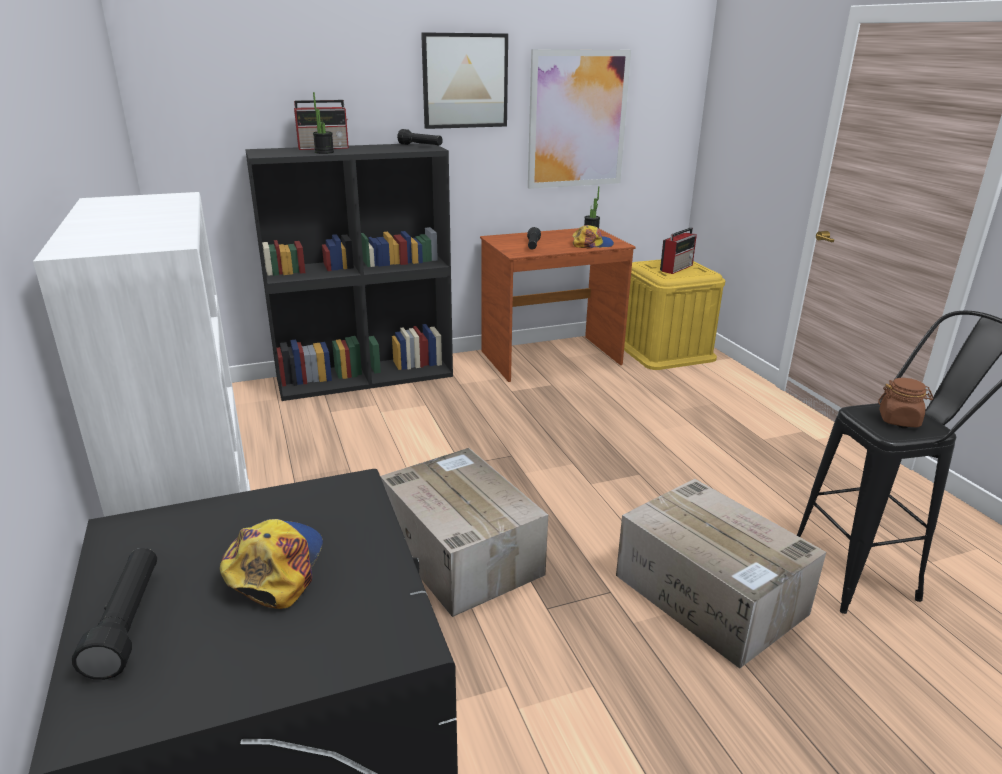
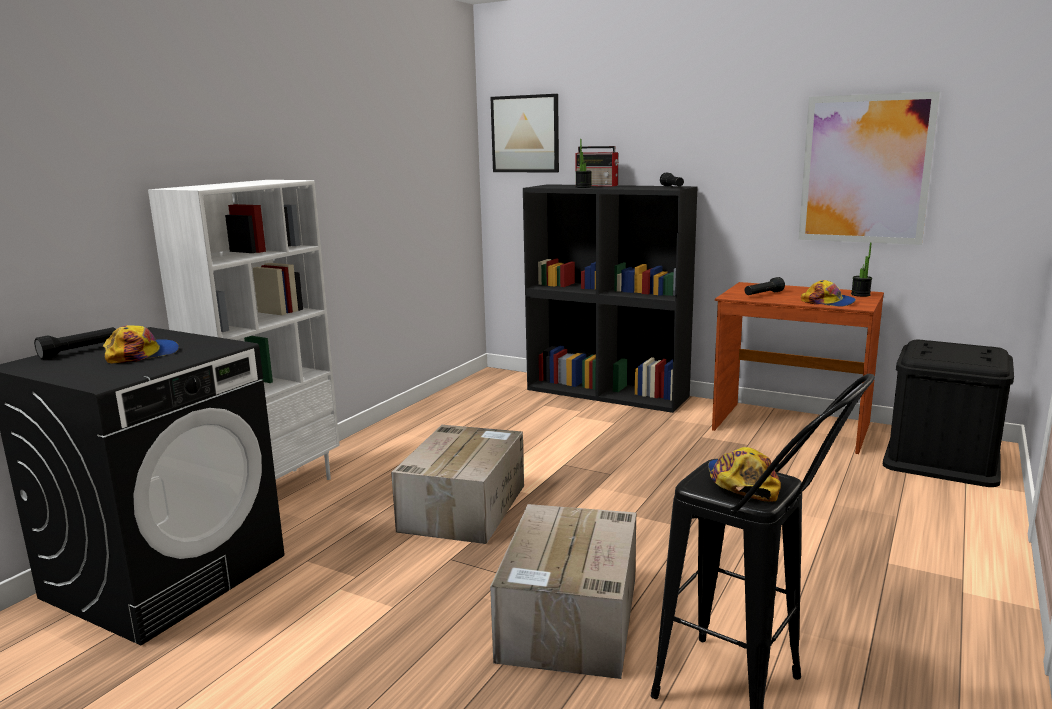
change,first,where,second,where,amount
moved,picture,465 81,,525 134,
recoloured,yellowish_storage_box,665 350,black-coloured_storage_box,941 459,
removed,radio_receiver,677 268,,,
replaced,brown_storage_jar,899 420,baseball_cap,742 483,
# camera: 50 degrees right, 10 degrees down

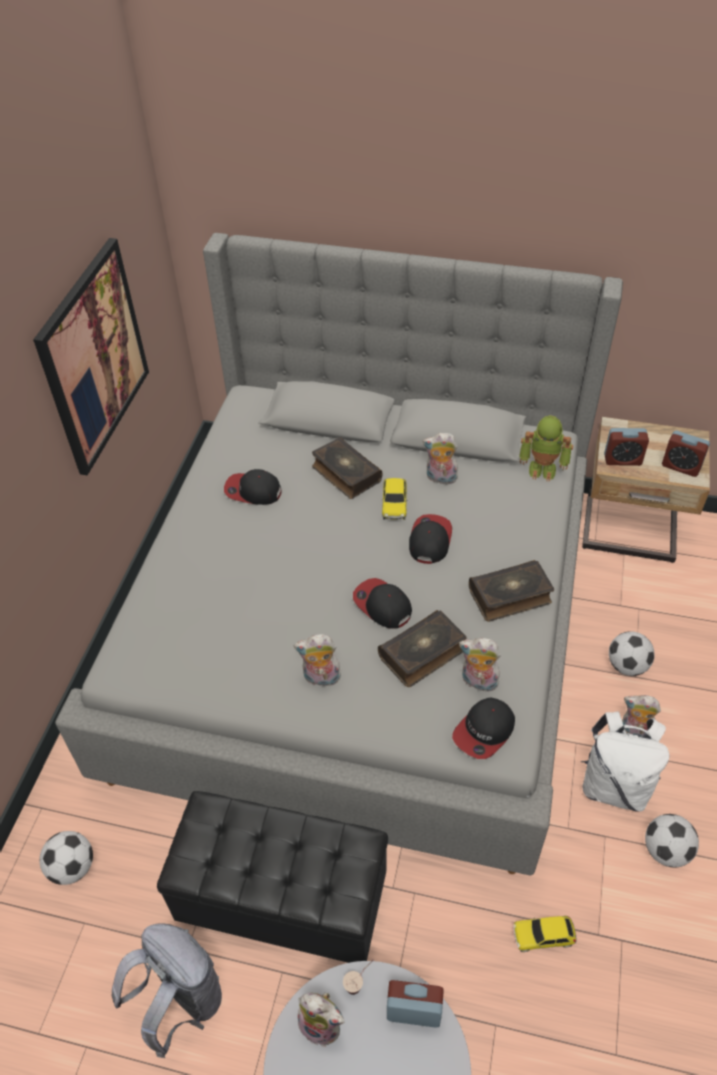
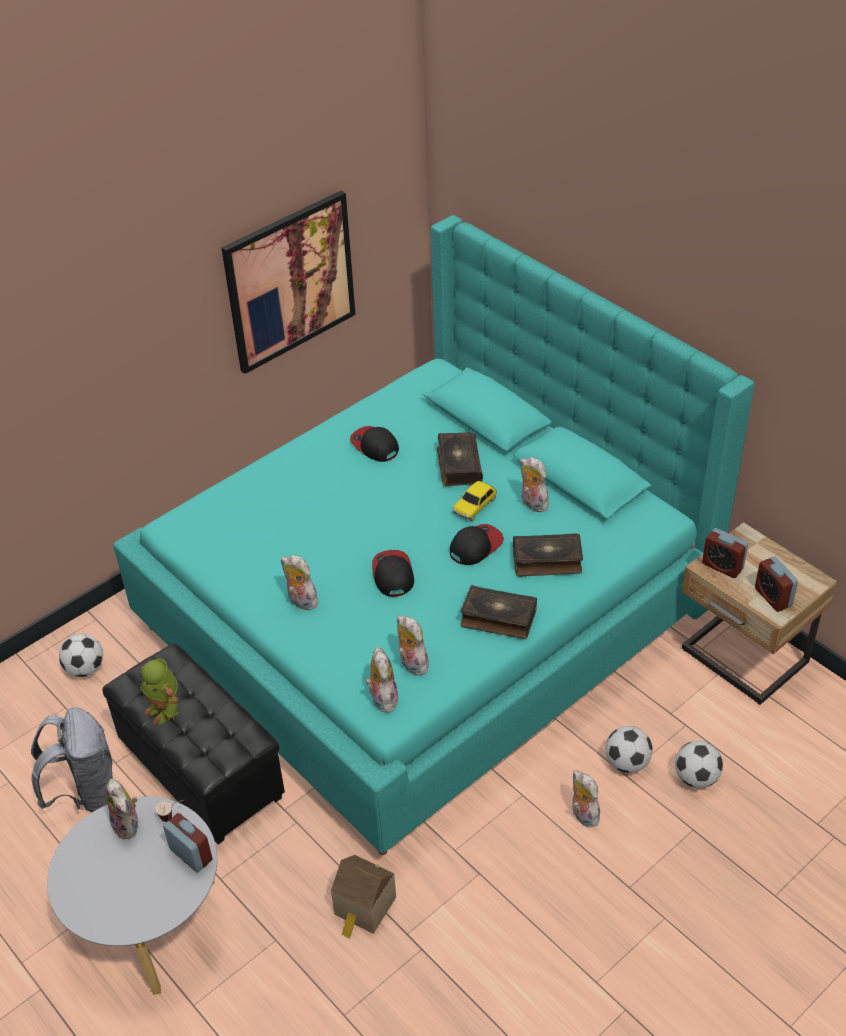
change,first,where,second,where,amount
recoloured,gray_bedroom_bed,362 626,blue-green_bedroom_bed,428 615,
moved,bound_book,423 654,,547 561,
replaced,baseball_cap,484 731,soft_toy,382 698,
replaced,miniature_car,543 936,model_house,364 908,
moved,model_robot,543 468,,165 709,
removed,white_knapsack,614 785,,,
moved,football_ball,665 850,,696 778,
# camera: 35 degrees right, 5 degrees down

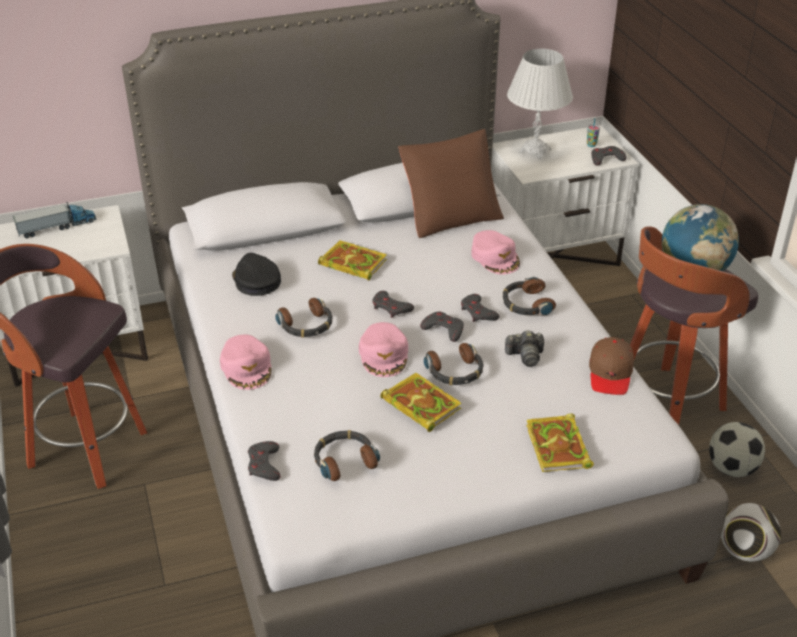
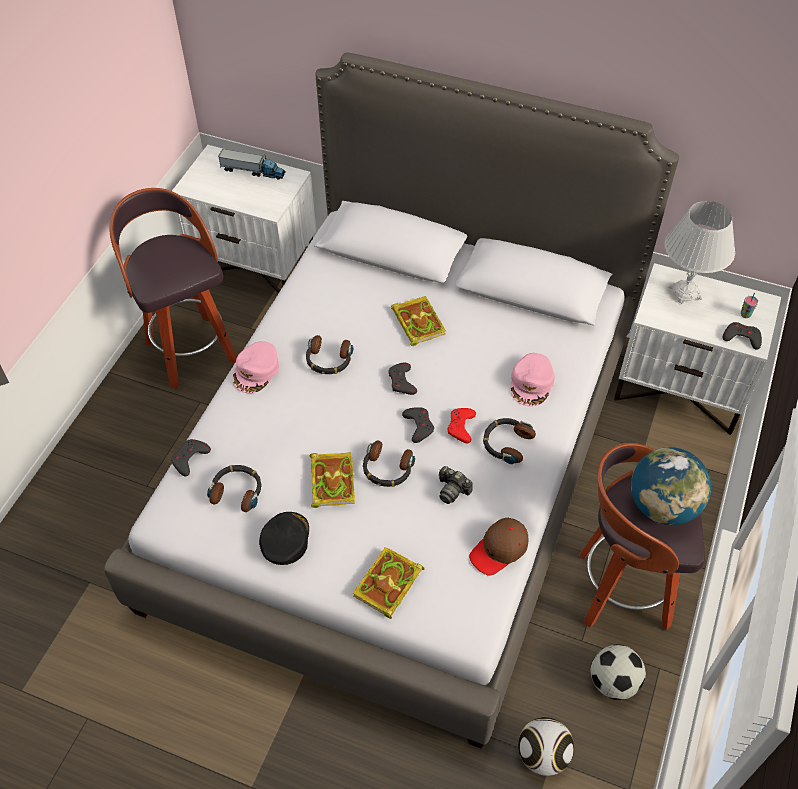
change,first,where,second,where,amount
moved,black-coloured_baseball_cap,256 280,,284 539,
removed,pinkish_baseball_cap,384 355,,,
removed,brown_pillow,451 215,,,
recoloured,gray_gamepad,478 312,red_gamepad,461 427,
# camera: 40 degrees right, 15 degrees up

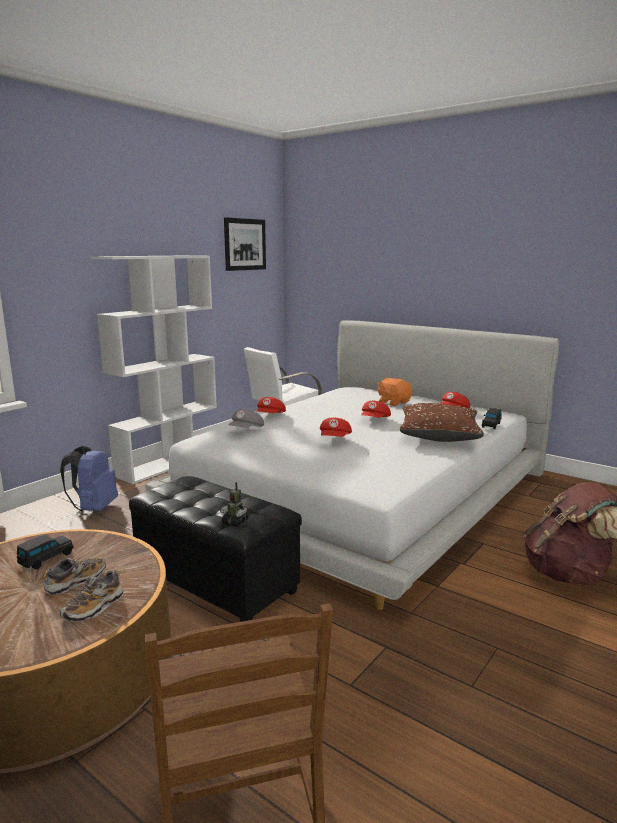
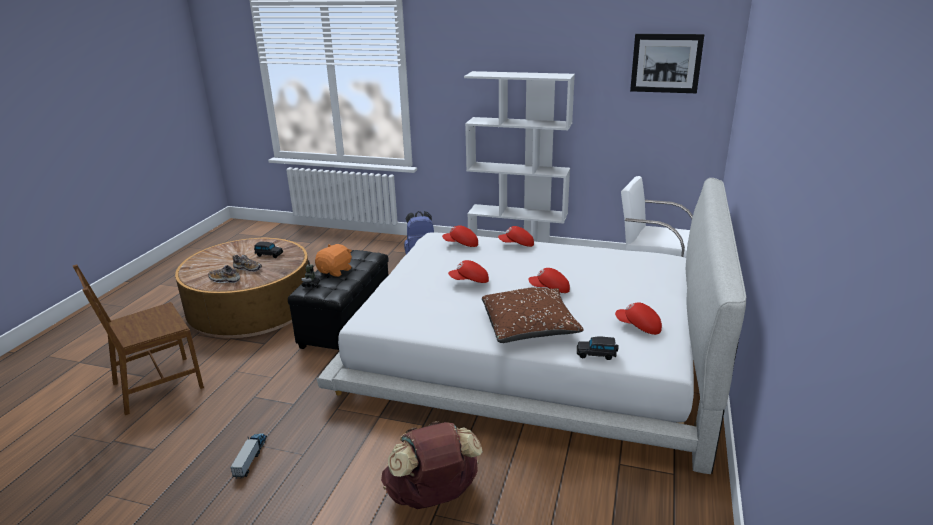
change,first,where,second,where,amount
recoloured,gray_baseball_cap,246 430,red_baseball_cap,461 244,
moved,orange-coloured_soft_toy,394 402,,335 271,
added,,,model_truck,251 458,
# camera: 70 degrees right, 10 degrees up

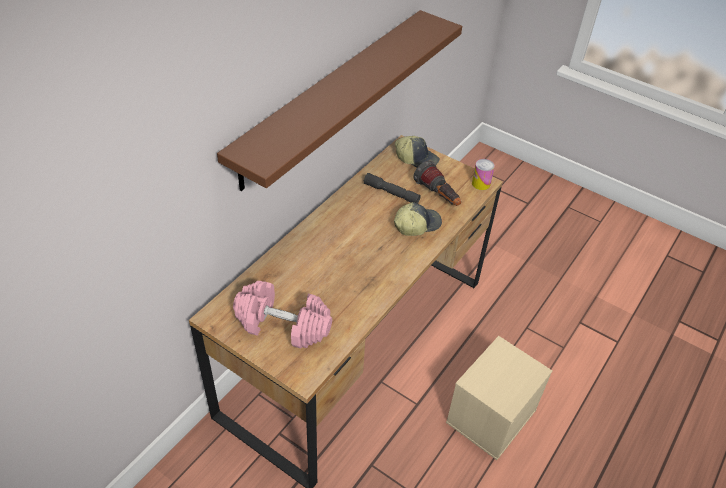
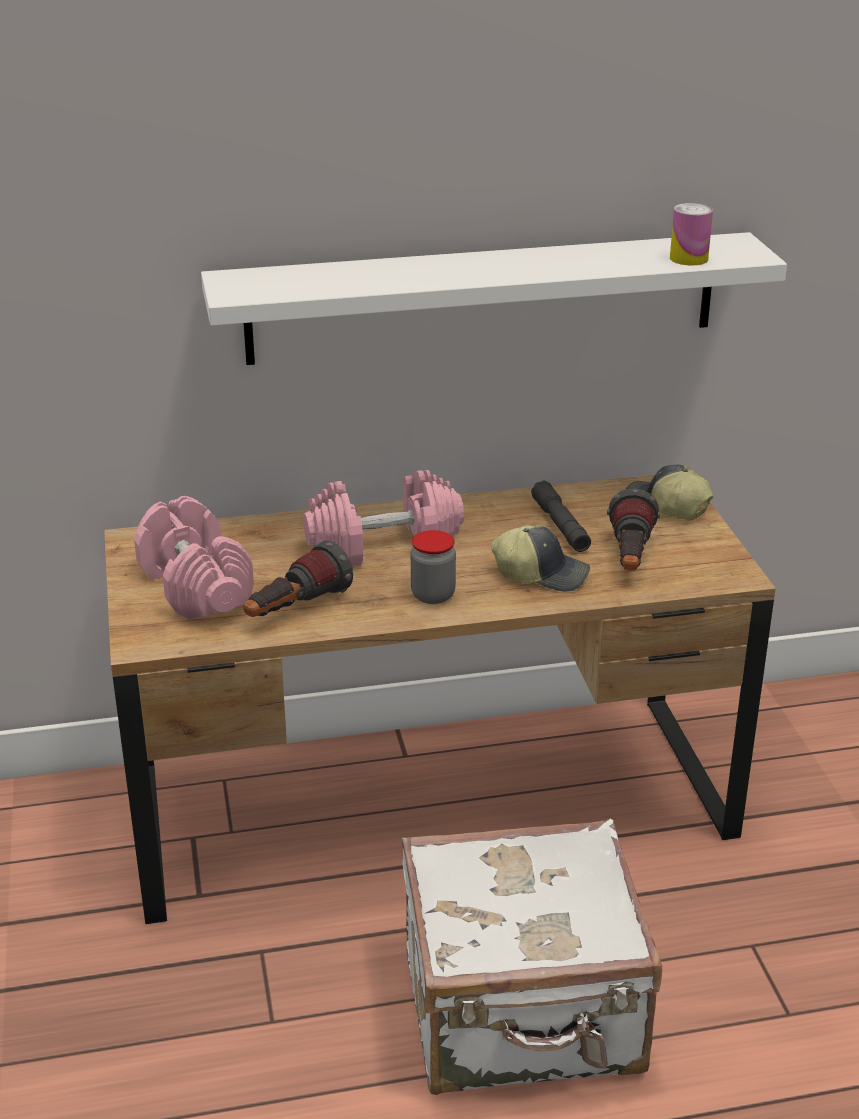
change,first,where,second,where,amount
recoloured,brown_bracket_shelf,331 96,white_bracket_shelf,483 298,
turned,baseball_cap,417 159,,666 506,150 degrees clockwise
replaced,sand-coloured_storage_box,491 415,white_suitcase,523 1015,
moved,metal_can,481 184,,688 258,
added,,,hand_torch,295 610,
added,,,pinkish_dumbbell,384 544,
added,,,storage_jar,433 595,
# camera: 45 degrees right, 15 degrees down

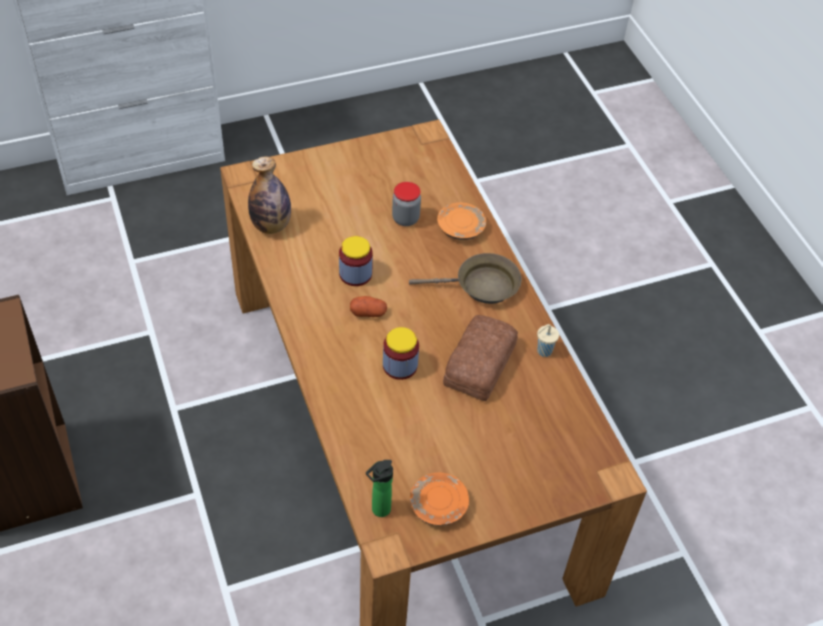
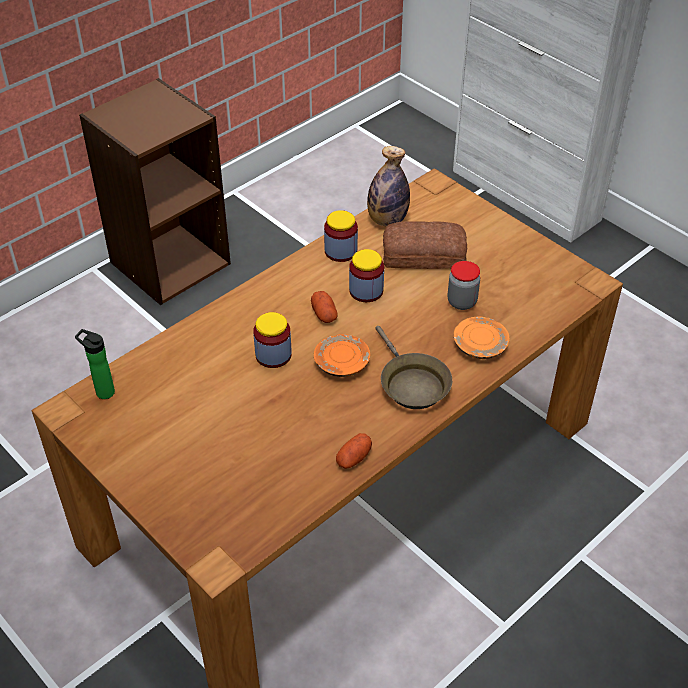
change,first,where,second,where,amount
moved,orange-coloured_plate,438 505,,341 363,
moved,bakery_bread,478 364,,423 253,
replaced,sand-coloured_drinking_cup,543 351,spud,354 458,
added,,,storage_jar,340 251,
# camera: 70 degrees right, 5 degrees down

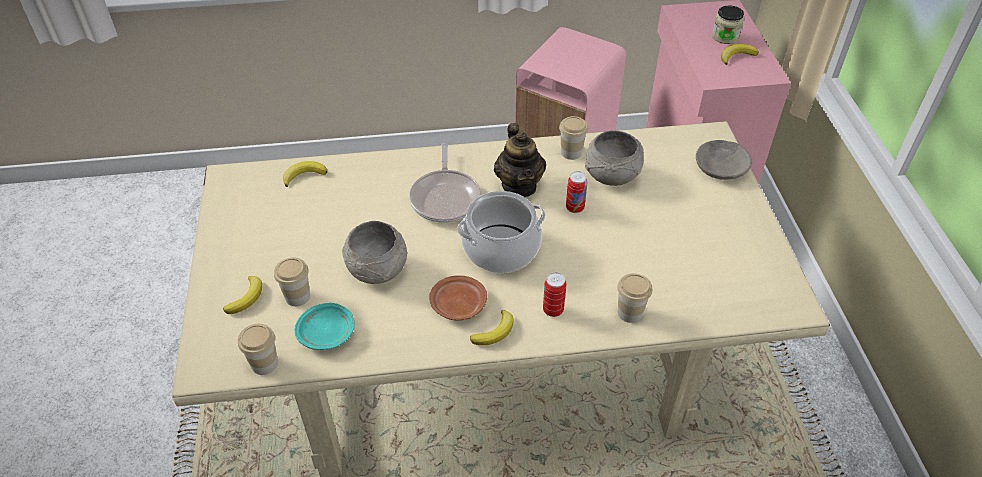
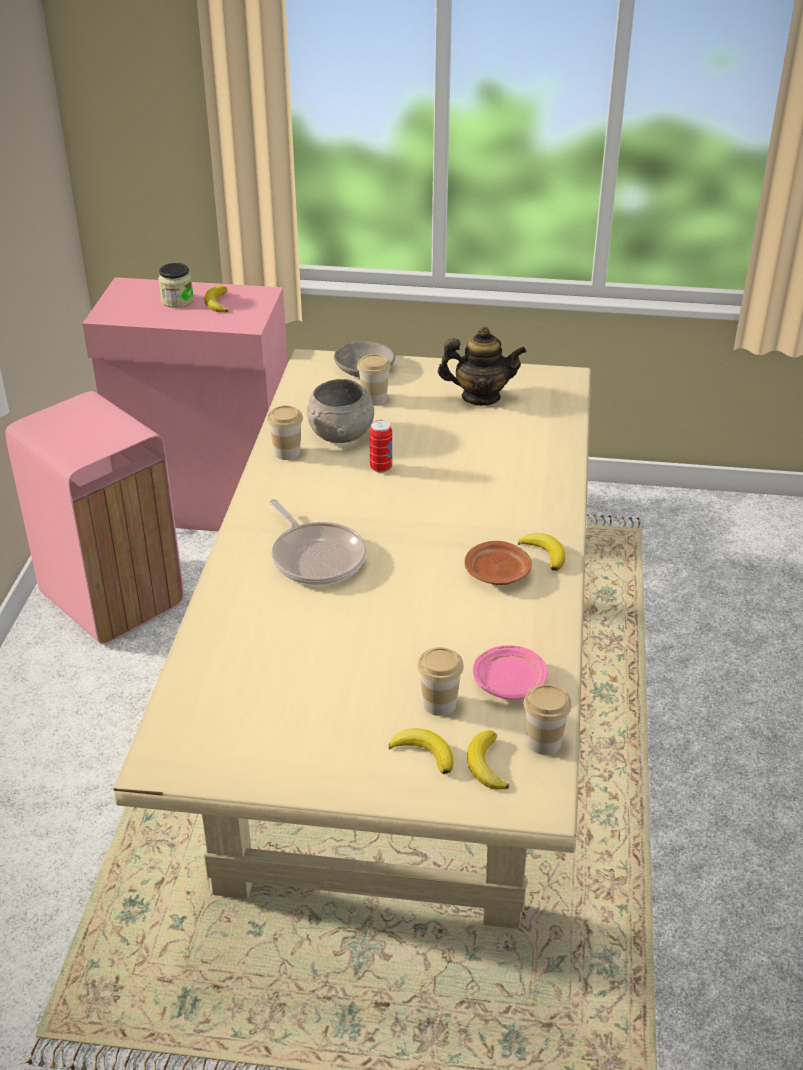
change,first,where,second,where,amount
moved,whole_banana,304 175,,486 765,
recoloured,blue-green_plate,327 333,pinkish_plate,509 682,
removed,gray_serving_bowl,378 268,,,
turned,pan,445 197,,316 557,45 degrees clockwise
removed,stockpot,501 248,,,
moved,tea_pot,519 185,,480 397,
removed,metal_can,553 310,,,
moved,drinking_cup,630 312,,374 399,
# camera: 75 degrees left, 10 degrees down

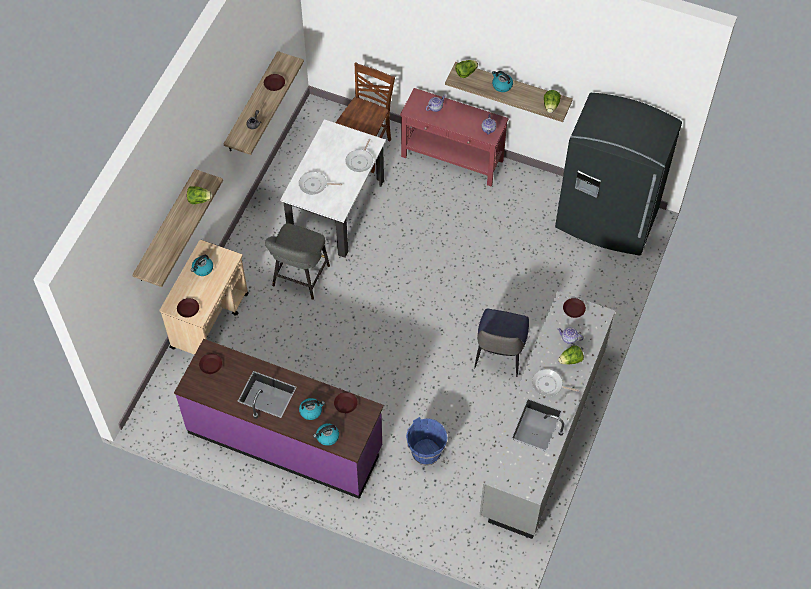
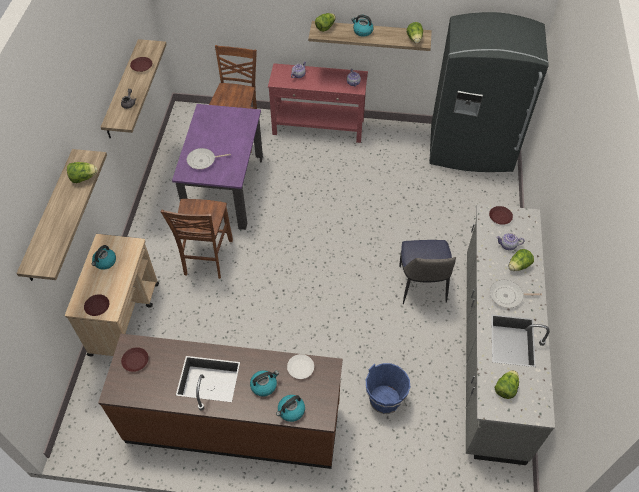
change,first,where,second,where,amount
recoloured,purple_counter,285 439,brown_counter,233 423,
replaced,gray_stool_seat,299 278,brown_plain_chair,206 258,
recoloured,white_kitchen_table,336 209,purple_kitchen_table,225 189,
recoloured,brown_plate,346 404,white_plate,301 368,
removed,pan,360 161,,,
added,,,lettuce,505 388,
# camera: 15 degrees left, 5 degrees down

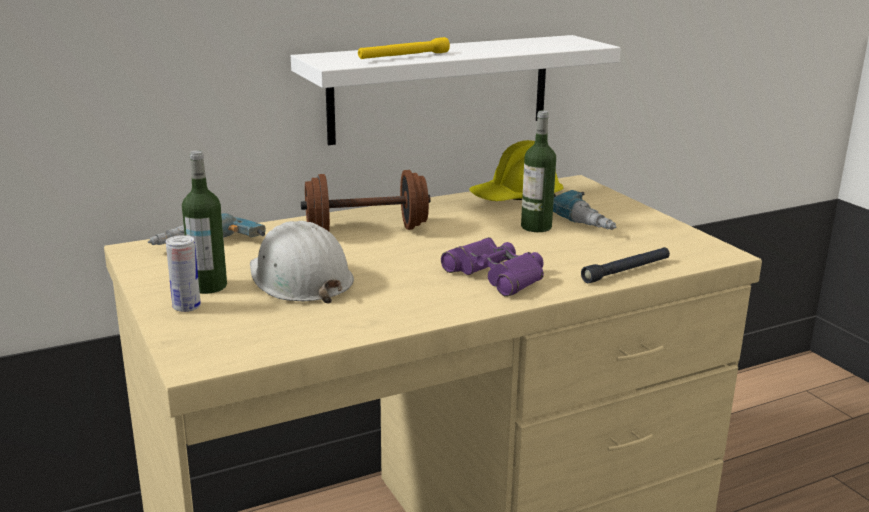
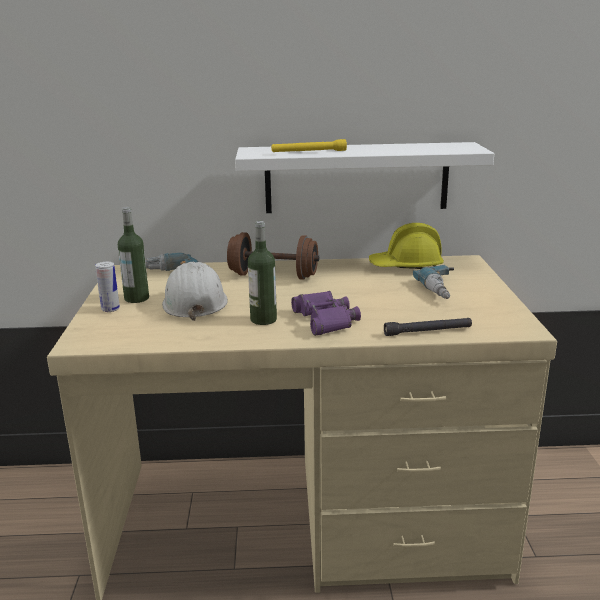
change,first,where,second,where,amount
moved,bottle,536 227,,263 319,
# camera: 25 degrees right, 0 degrees up

